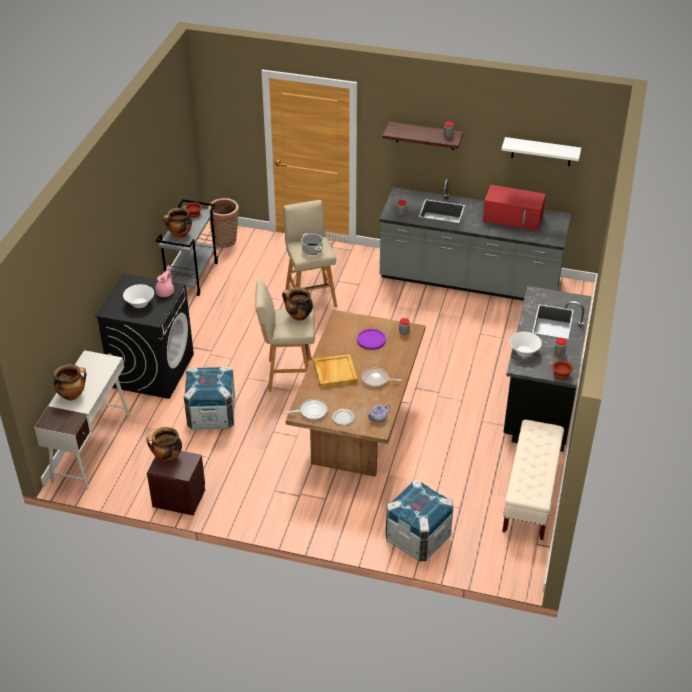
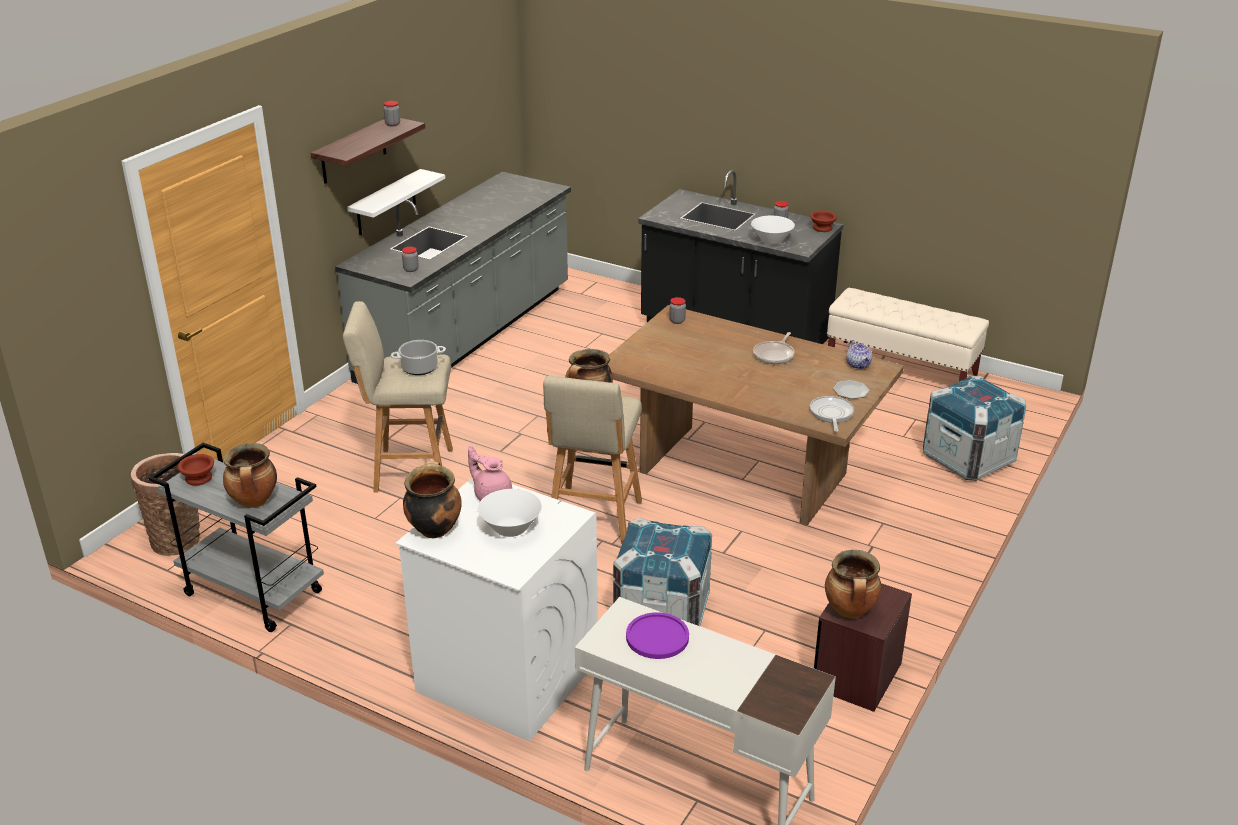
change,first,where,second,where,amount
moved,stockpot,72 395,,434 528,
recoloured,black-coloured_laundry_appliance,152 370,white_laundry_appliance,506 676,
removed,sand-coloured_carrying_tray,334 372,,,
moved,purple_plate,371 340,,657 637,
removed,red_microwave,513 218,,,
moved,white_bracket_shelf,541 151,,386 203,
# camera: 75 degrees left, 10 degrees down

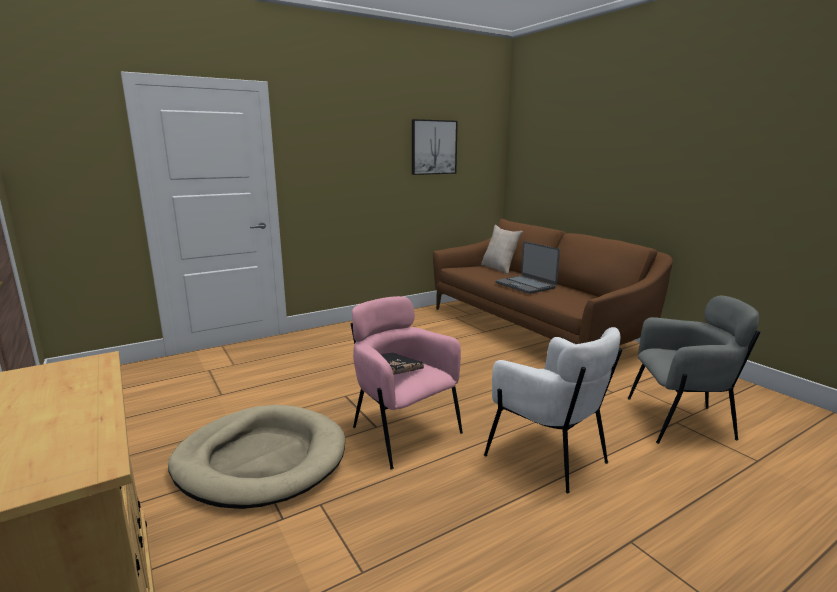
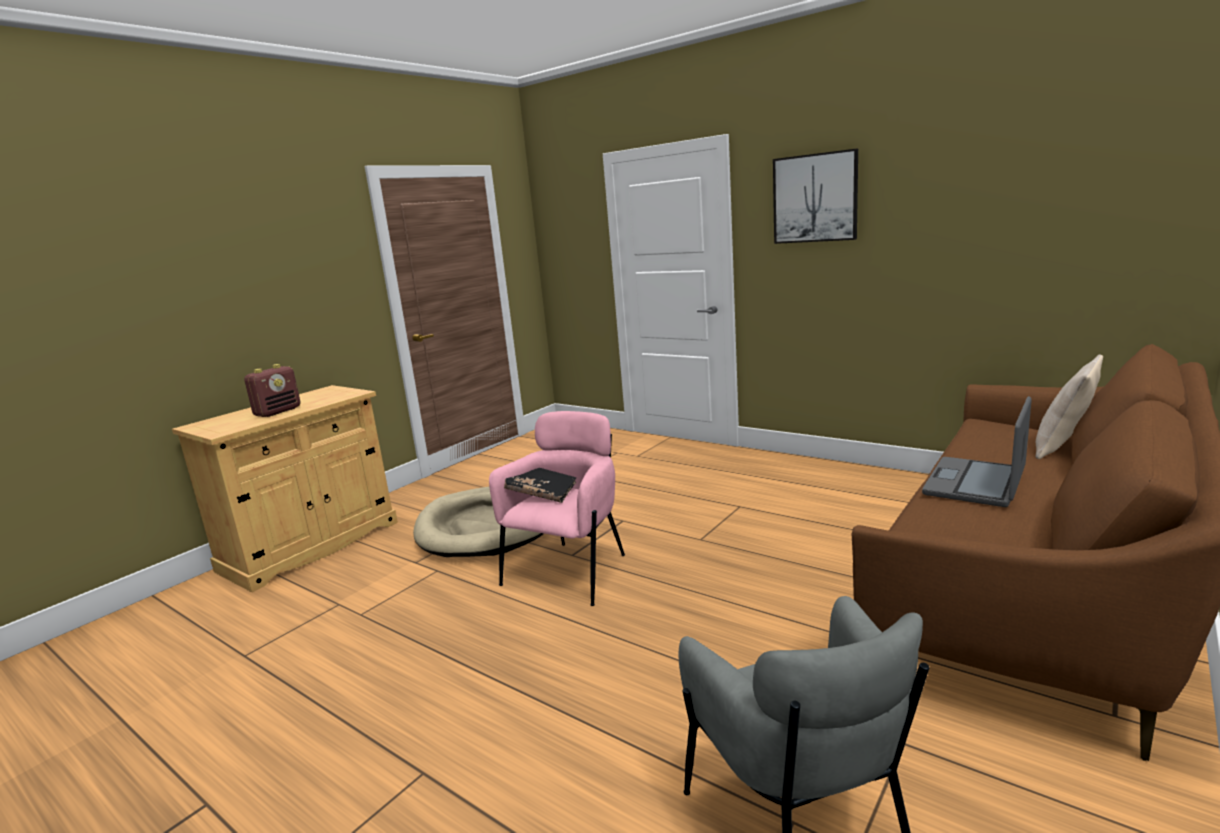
change,first,where,second,where,amount
moved,picture,433 147,,815 198,
removed,white_easy_chair,549 456,,,
added,,,radio_receiver,278 411,
# camera: 70 degrees right, 0 degrees up

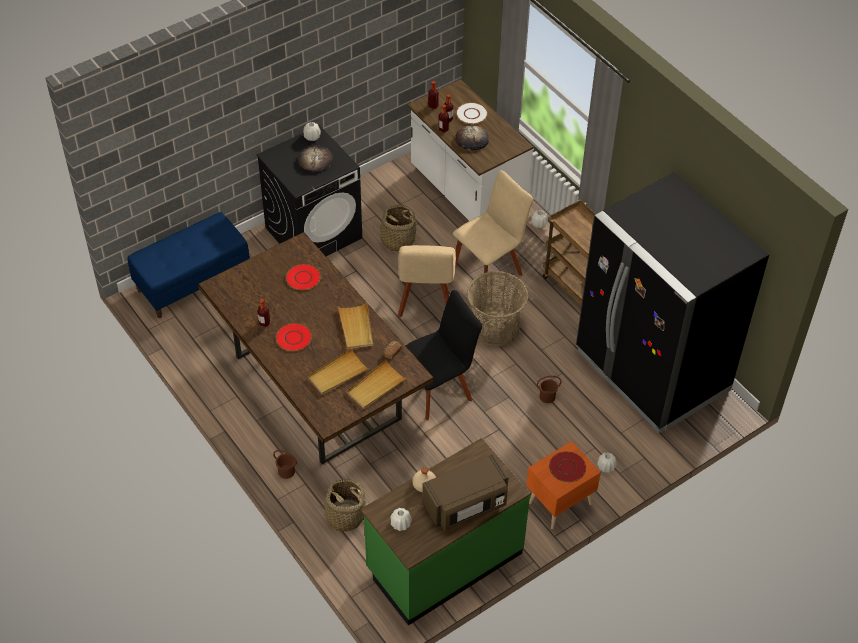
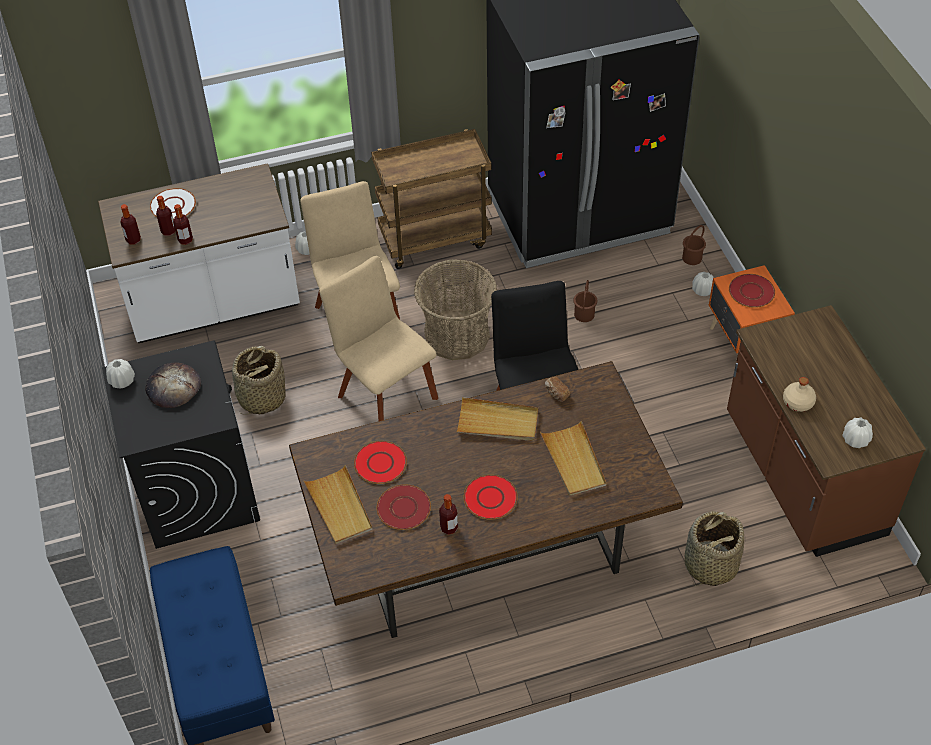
change,first,where,second,where,amount
moved,brown_water_bucket,286 472,,692 258,
moved,sand-coloured_carrying_tray,376 386,,339 507,
recoloured,green_counter,443 561,brown_counter,802 476,
turned,sand-coloured_plain_chair,426 301,,385 393,150 degrees counterclockwise
removed,brown_microwave,466 505,,,
removed,bakery_bread,472 140,,,
added,,,red_plate,404 508,
# camera: 70 degrees left, 0 degrees up

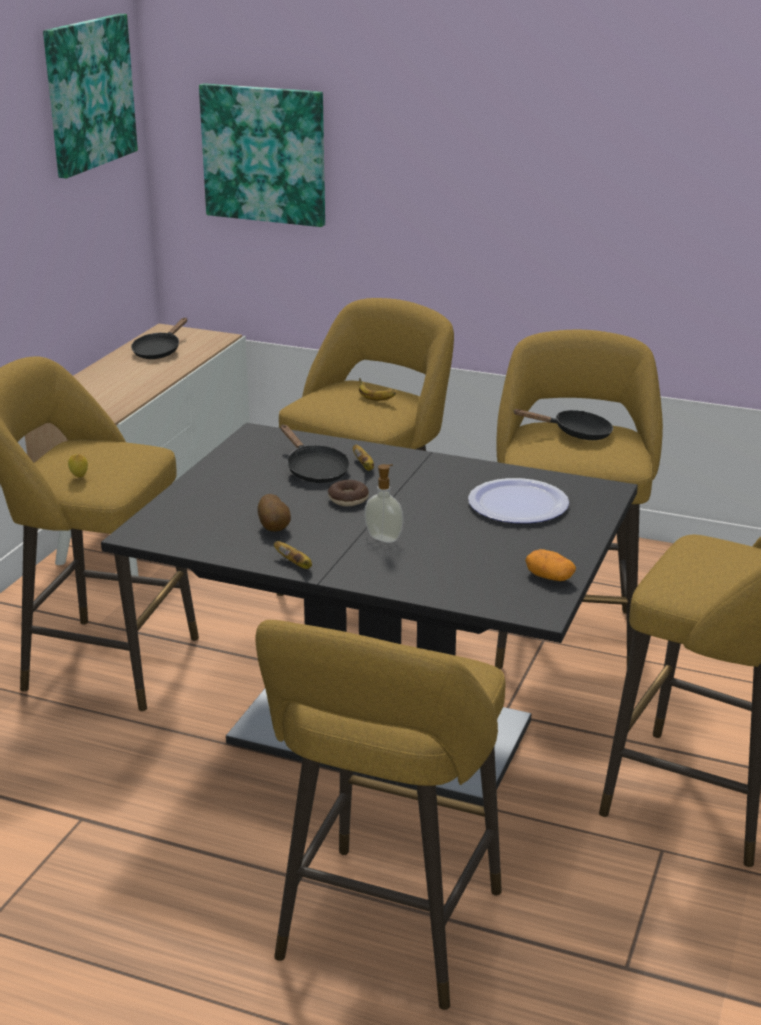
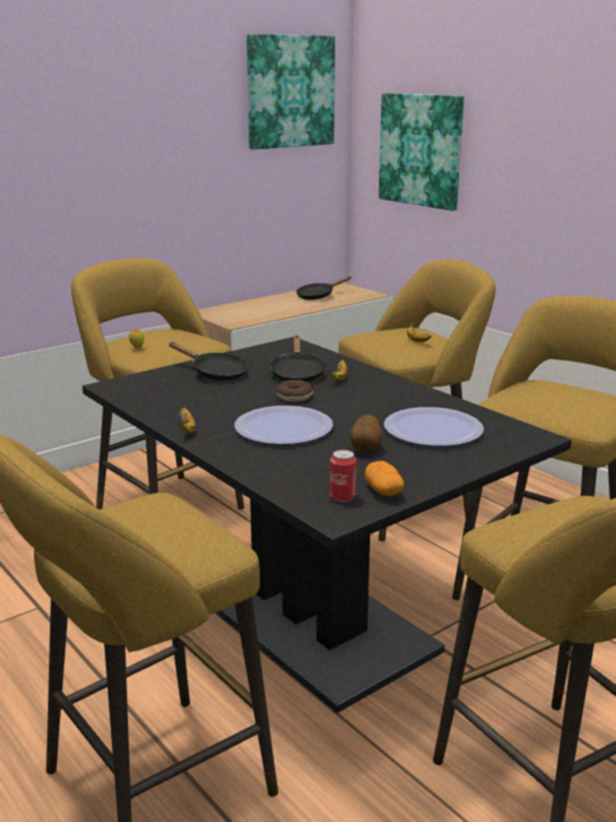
change,first,where,second,where,amount
moved,spud,275 528,,366 449,
replaced,liquid_soap_bottle,384 538,plate,283 428,
moved,black-coloured_pan,576 433,,215 373,
added,,,metal_can,342 497,
# camera: 30 degrees right, 5 degrees down

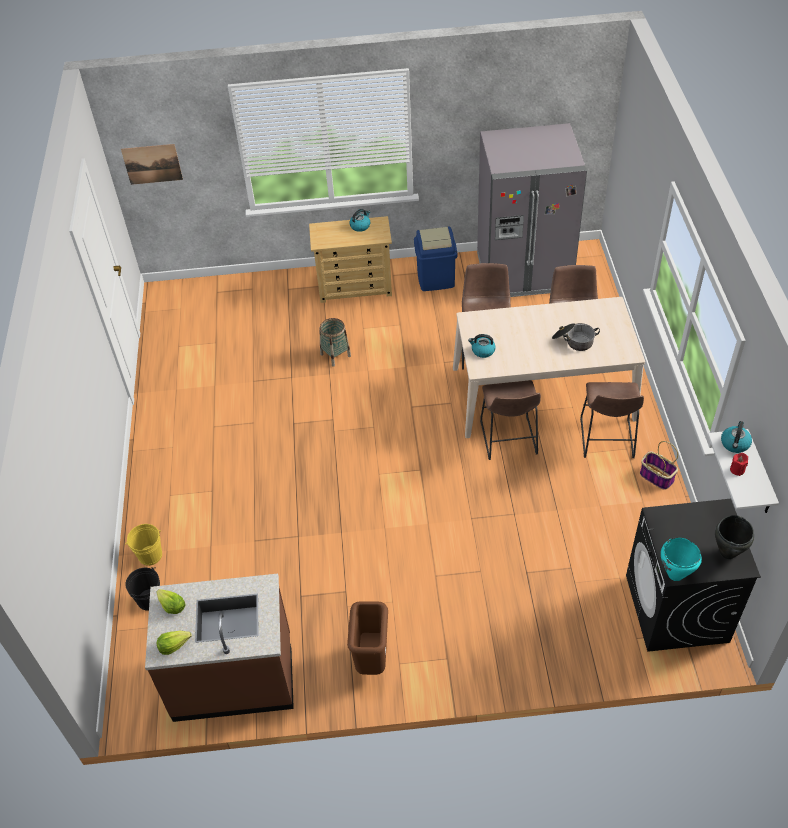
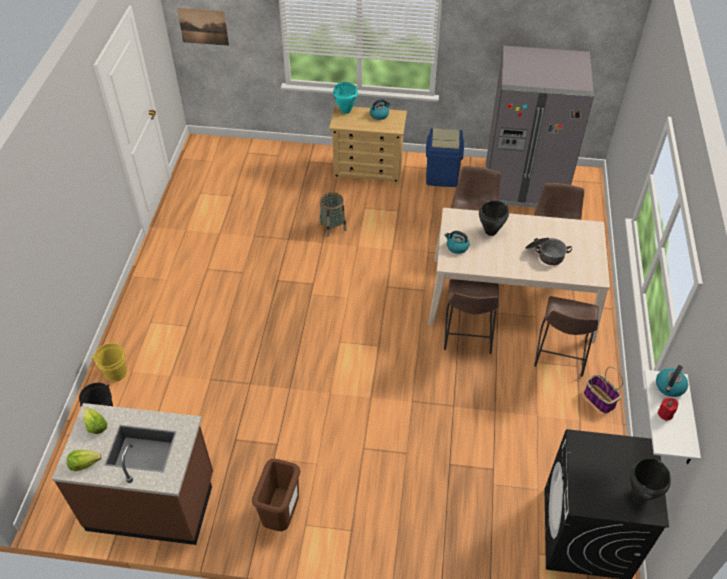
change,first,where,second,where,amount
moved,blue-green_stockpot,675 575,,345 111,
added,,,black-coloured_stockpot,491 231,
# camera: 10 degrees right, 0 degrees up

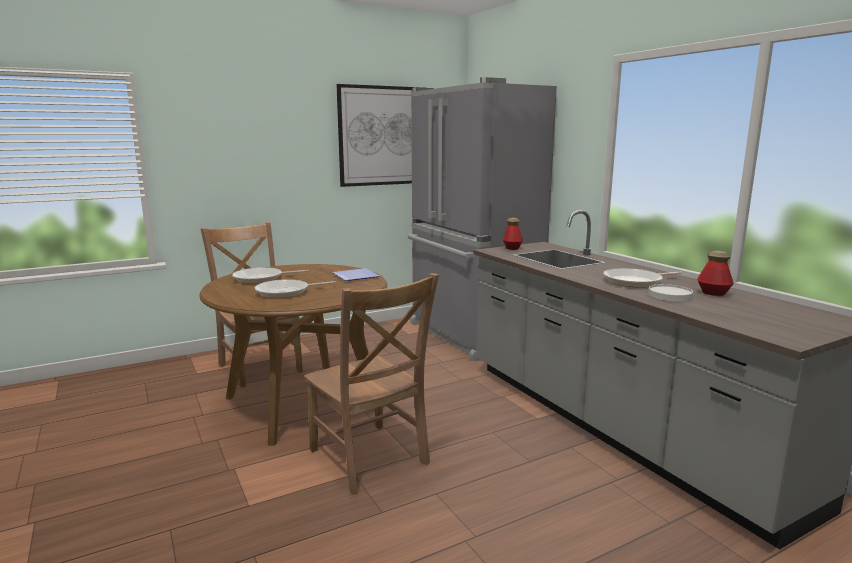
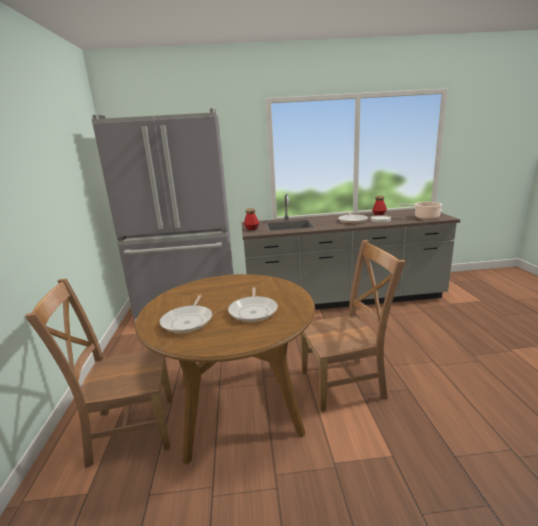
change,first,where,second,where,amount
removed,plate,355 277,,,
removed,picture,383 136,,,
added,,,stockpot,425 217,
# camera: 65 degrees left, 5 degrees up

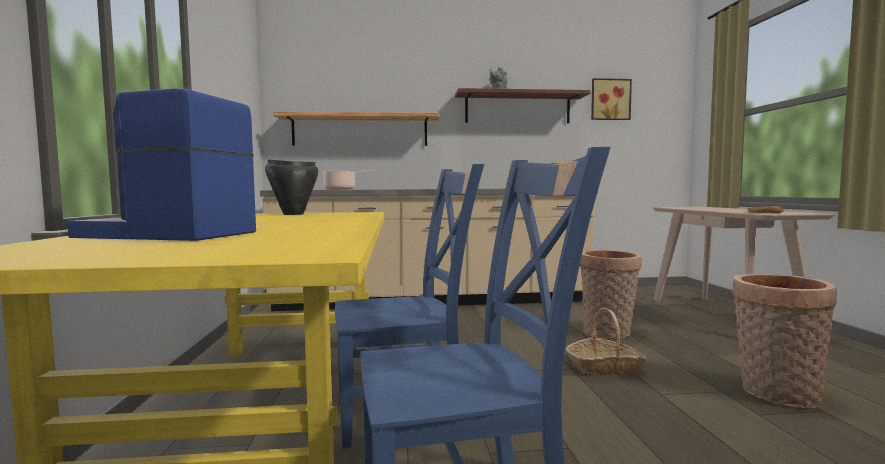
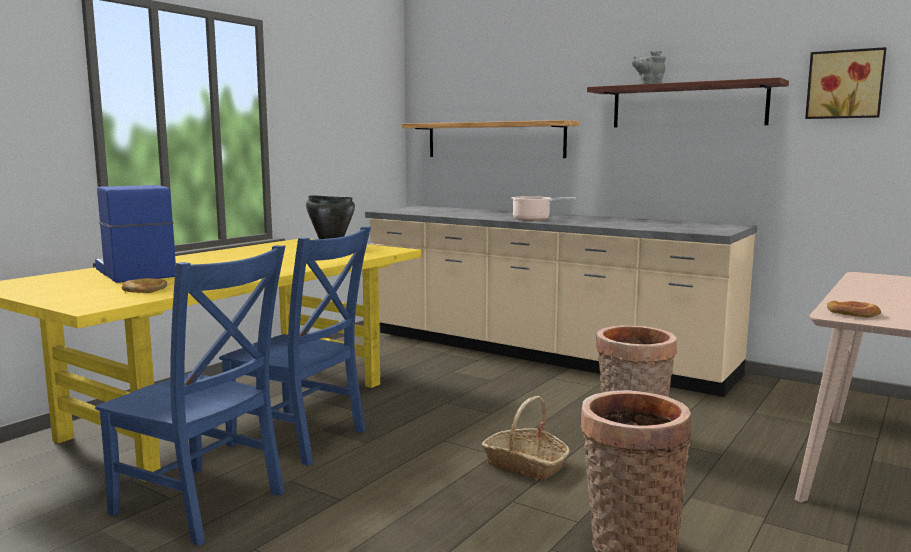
change,first,where,second,where,amount
moved,stockpot,342 189,,533 219,
added,,,bakery_bread,144 289,
# camera: 40 degrees right, 5 degrees up

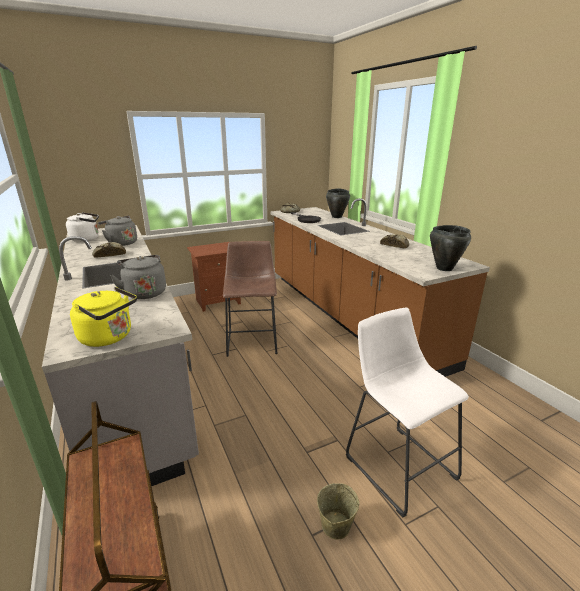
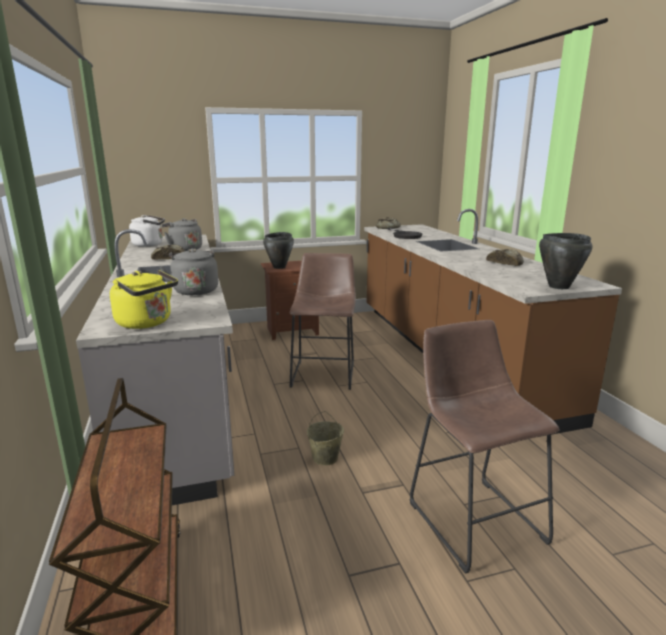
change,first,where,second,where,amount
moved,sand-coloured_water_bucket,335 526,,325 458,
moved,black-coloured_stockpot,337 217,,279 267,
recoloured,white_stool_seat,396 463,brown_stool_seat,472 516,
# camera: 10 degrees right, 5 degrees down

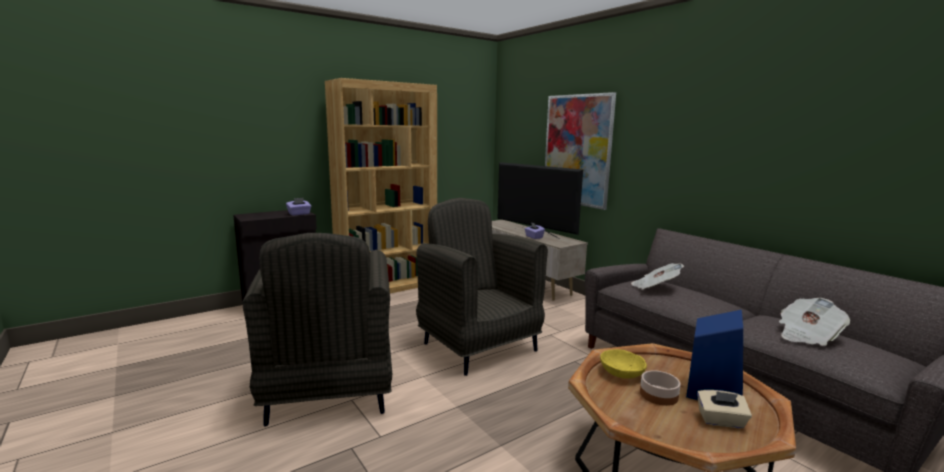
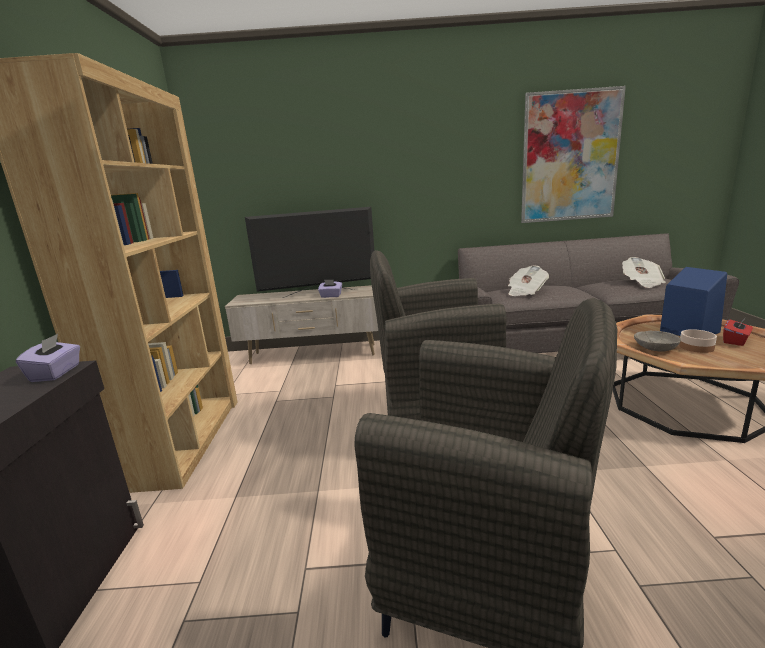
change,first,where,second,where,amount
moved,picture,577 150,,570 157,
recoloured,yellowish_serving_bowl,621 373,gray_serving_bowl,655 348,
recoloured,sand-coloured_box_of_tissues,721 421,red_box_of_tissues,735 341,
# camera: 55 degrees left, 5 degrees up

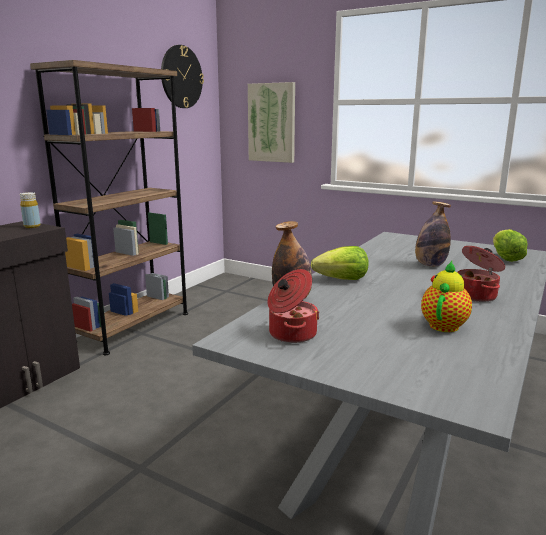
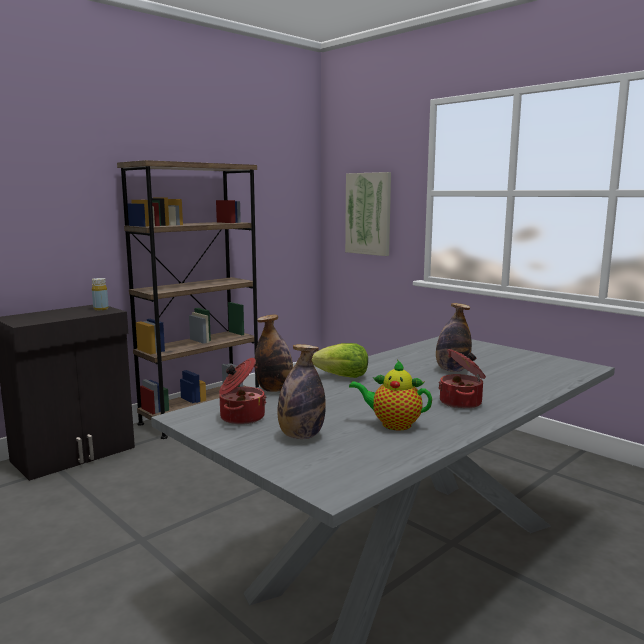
change,first,where,second,where,amount
removed,clock_on_the_wall,181 77,,,
turned,tea_pot,444 325,,393 424,120 degrees counterclockwise
removed,lettuce,505 258,,,
added,,,bottle,301 436,
# camera: 15 degrees right, 5 degrees down

